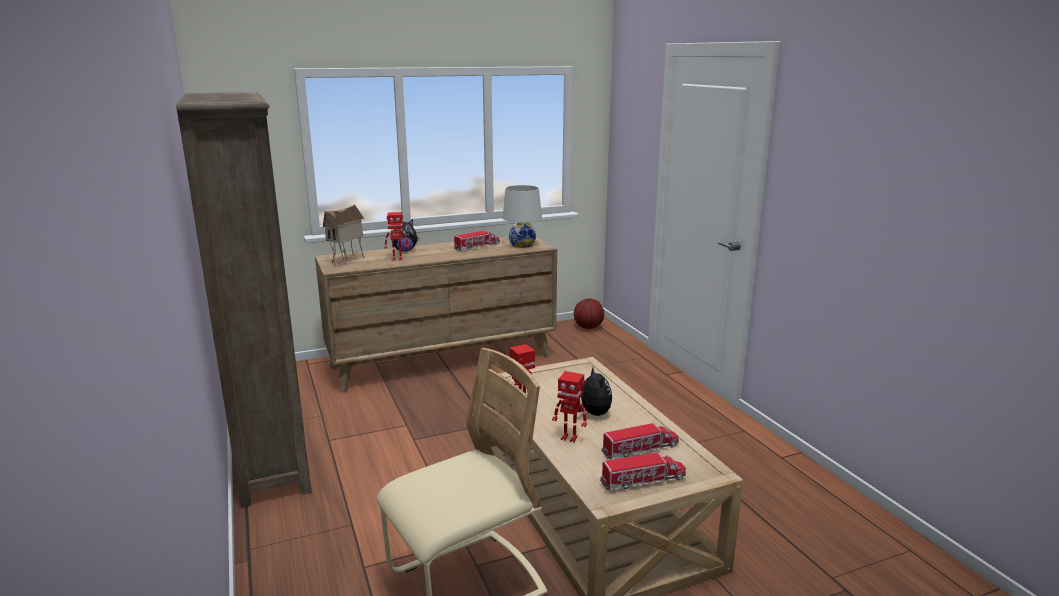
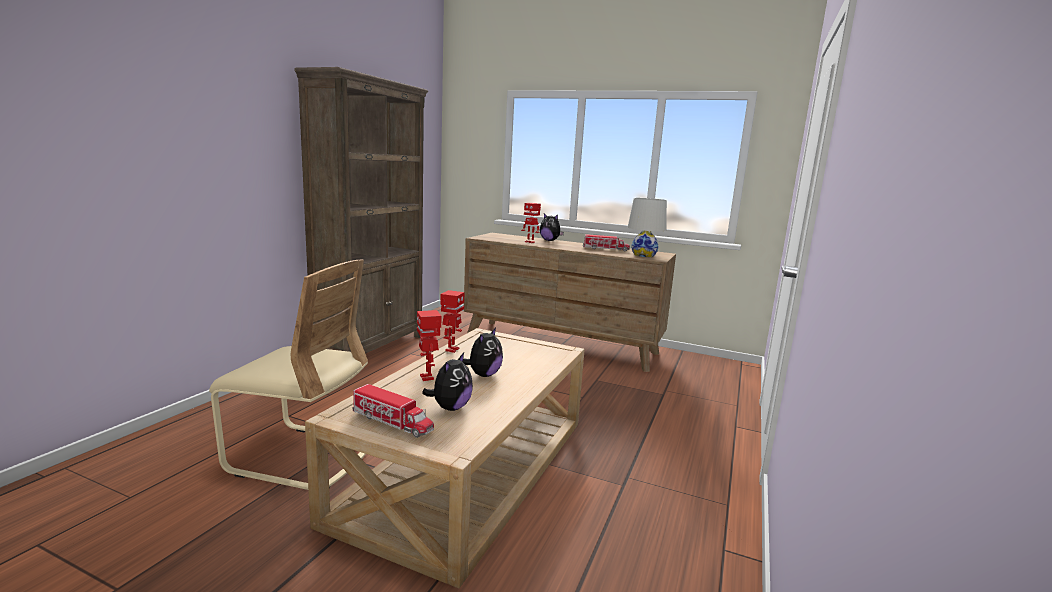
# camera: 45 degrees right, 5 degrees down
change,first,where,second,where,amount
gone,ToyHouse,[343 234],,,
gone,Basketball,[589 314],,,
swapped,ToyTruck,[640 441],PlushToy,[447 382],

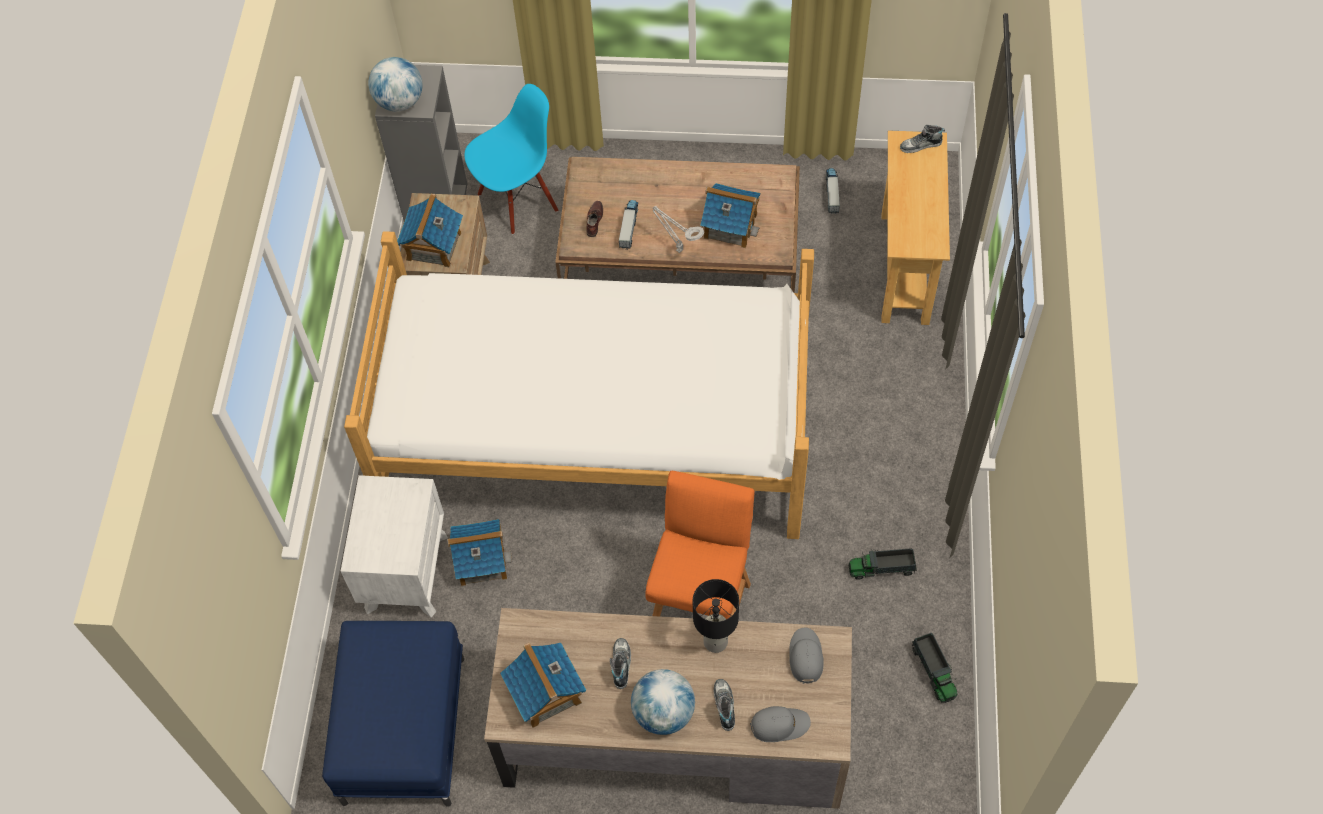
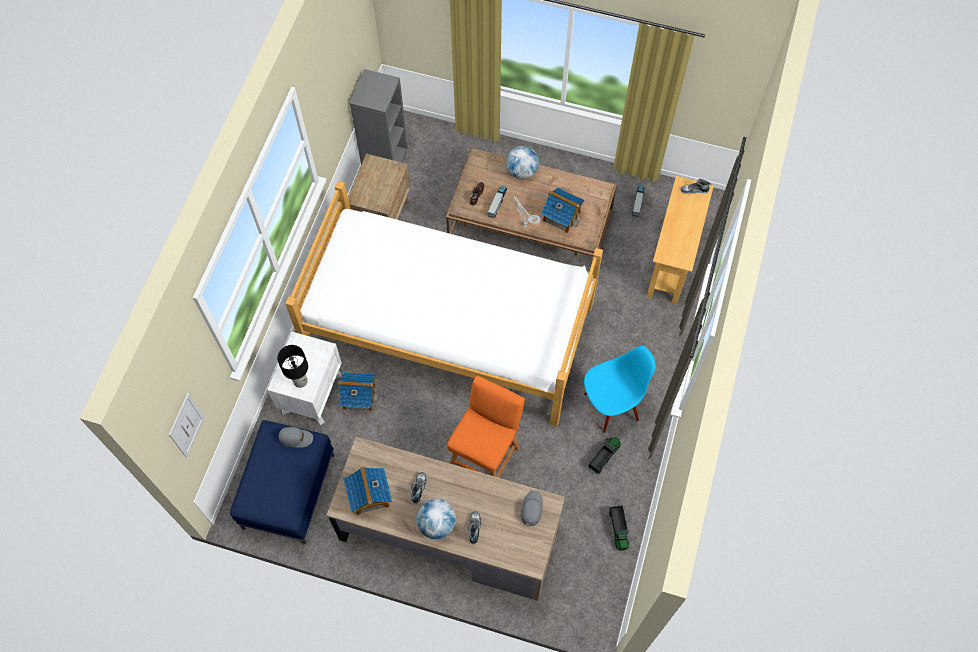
# camera: 10 degrees right, 5 degrees up
change,first,where,second,where,amount
gone,ToyHouse,[430 230],,,
new,,,Picture,[187 425],
shifted,Globe,[395 84],,[522 162],
shifted,BlueChair,[511 159],,[620 389],
shifted,BlackTableLamp,[716 616],,[292 366],
shifted,GreyCap,[780 724],,[296 437],
rotated,ToyTruck,[883 564],,[604 456],120 degrees clockwise

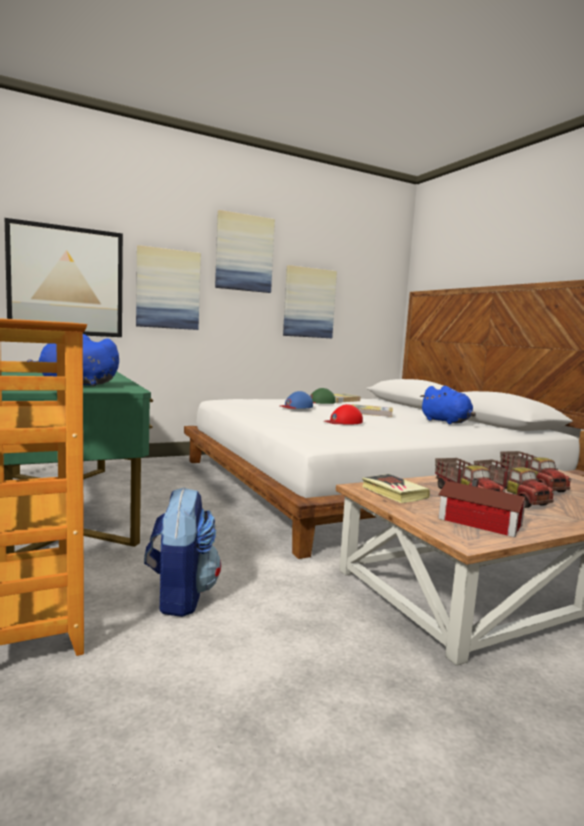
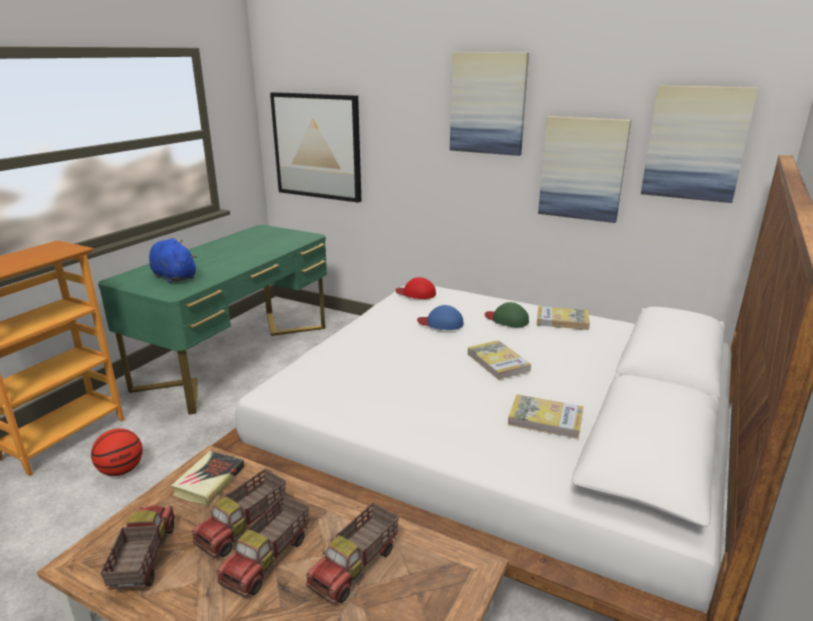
# camera: 55 degrees right, 15 degrees up
change,first,where,second,where,amount
shifted,Picture,[168 287],,[699 144],
shifted,RedCap,[343 414],,[415 288],
swapped,Backpack,[182 552],Basketball,[117 452],
swapped,BluePlushToy,[448 405],Book,[545 416],
swapped,ToyHouse,[483 508],ToyTruck,[137 548],

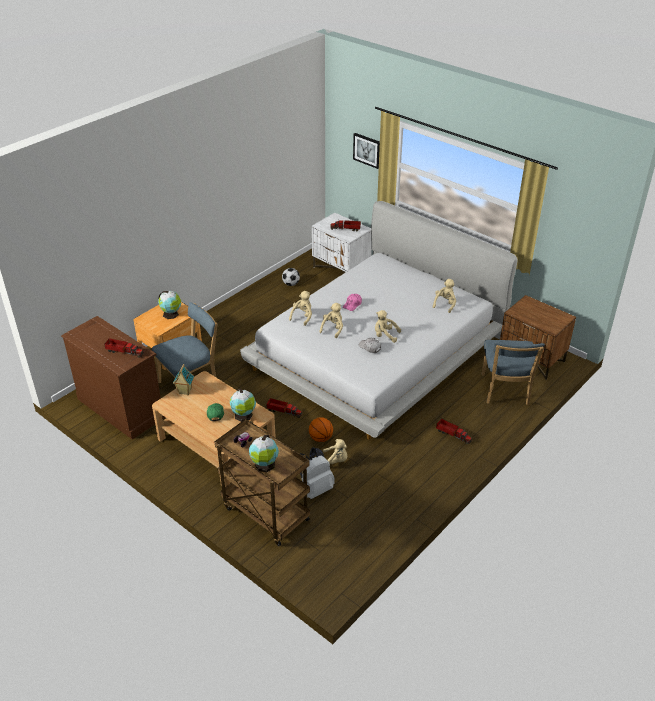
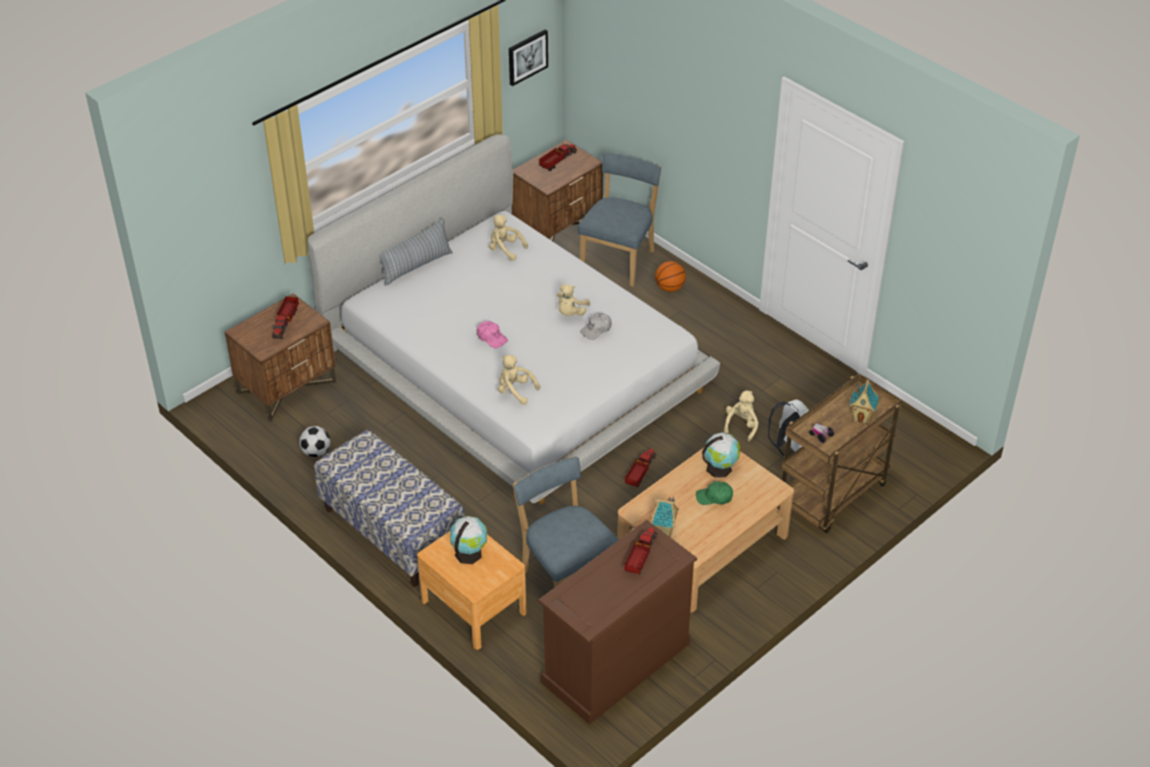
# camera: 85 degrees left, 5 degrees up
change,first,where,second,where,amount
gone,BeigePlushToy,[331 320],,,
new,,,Bench,[389 508],
new,,,Pillow,[416 252],
shifted,Basketball,[321 429],,[670 276],
shifted,Picture,[366 151],,[528 58],
shifted,ToyTruck,[454 431],,[558 157],
swapped,Globe,[264 453],ToyHouse,[864 402],
repainted,WhiteNightstand,[342 243],BrownNightstand,[280 357],
rotated,BlueChair,[513 372],,[619 220],75 degrees counterclockwise

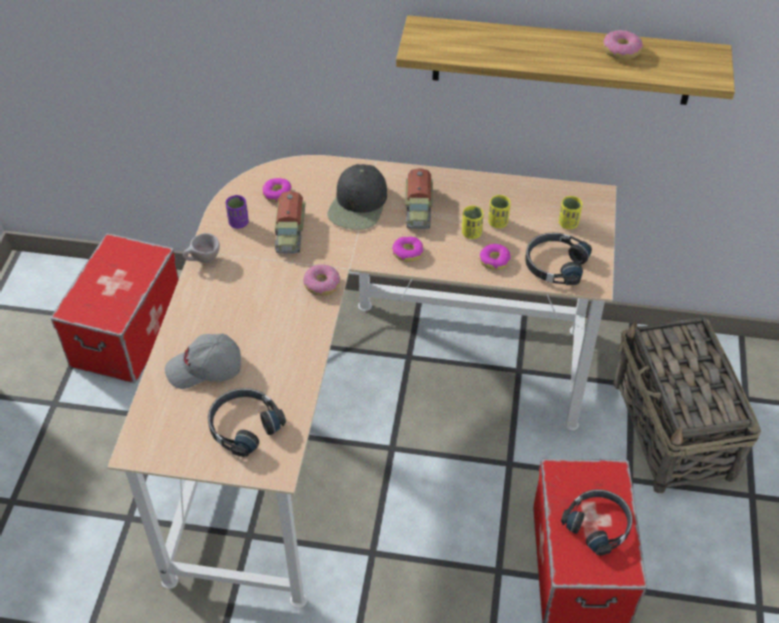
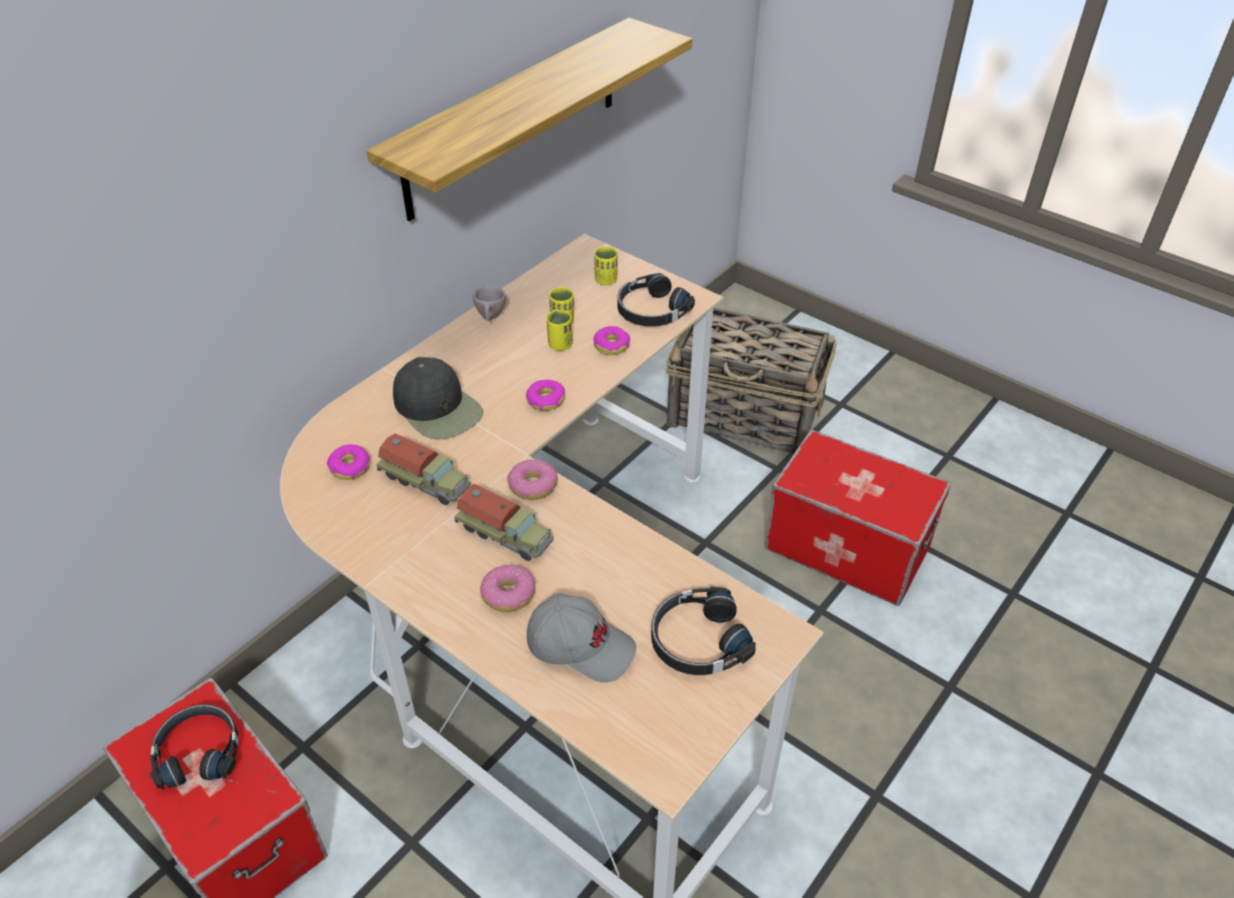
# camera: 60 degrees left, 5 degrees down
change,first,where,second,where,amount
gone,PurpleCup,[237 211],,,
shifted,BeigeCup,[201 248],,[489 303],
shifted,ToyTruck,[419 198],,[504 522],
shifted,BlackHeadphones,[597 522],,[194 747],
shifted,Donut,[623 45],,[508 588],
rotated,GreyCap,[203 361],,[581 638],90 degrees counterclockwise

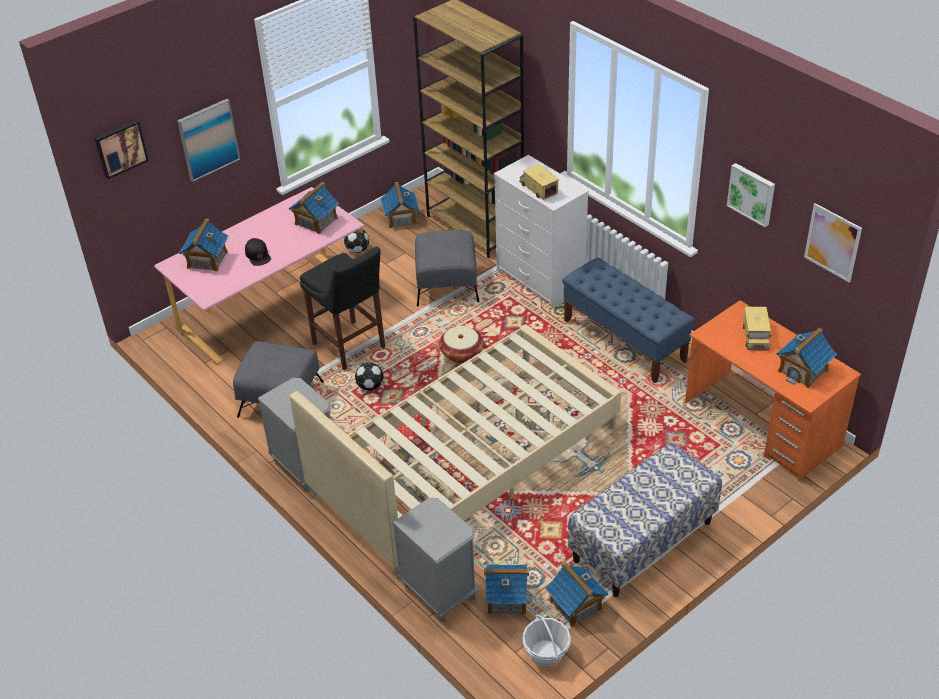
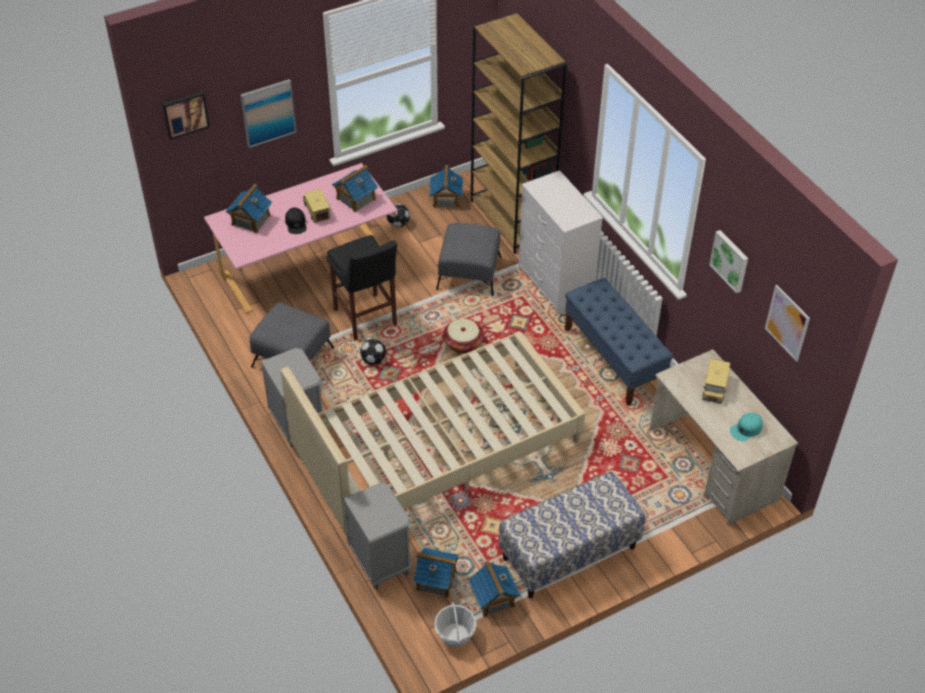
# camera: 10 degrees right, 5 degrees up
change,first,where,second,where,amount
shifted,ToyTruck,[539 182],,[316 206],
swapped,ToyHouse,[806 358],TurquoiseCap,[746 427],
repainted,OrangeDesk,[773 390],BeigeDesk,[724 437],

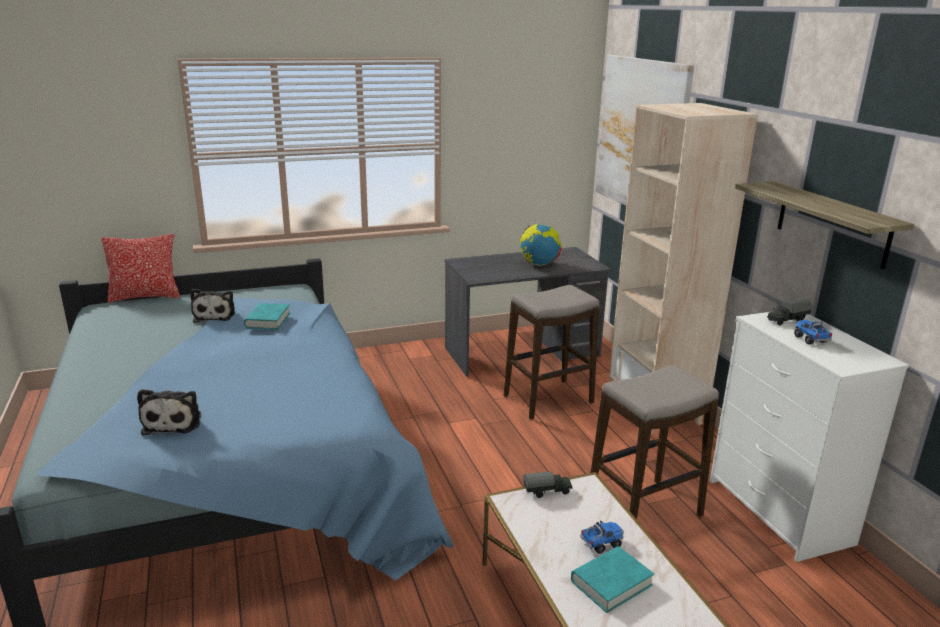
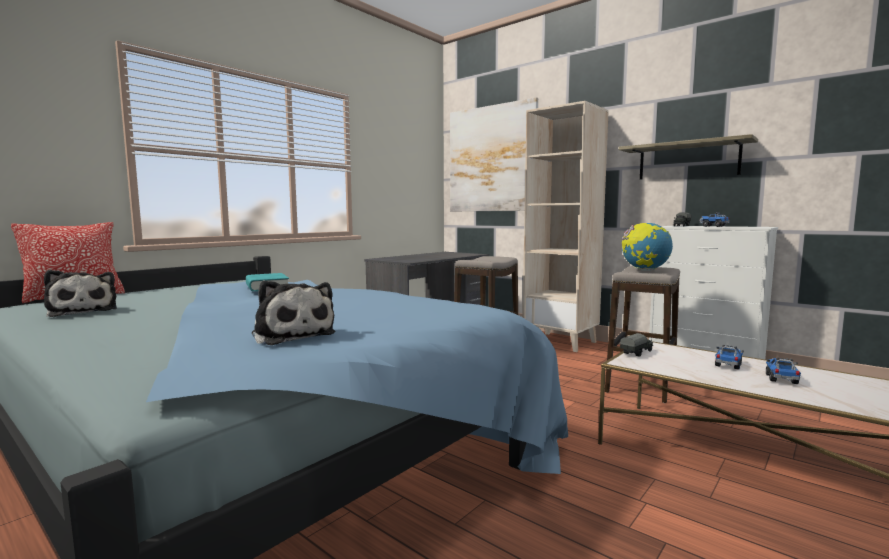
# camera: 30 degrees left, 15 degrees down
change,first,where,second,where,amount
shifted,PlushToy,[212 306],,[80 293],
shifted,Globe,[540 245],,[647 247],
swapped,TurquoiseBook,[612 579],ToyTruck,[783 370],

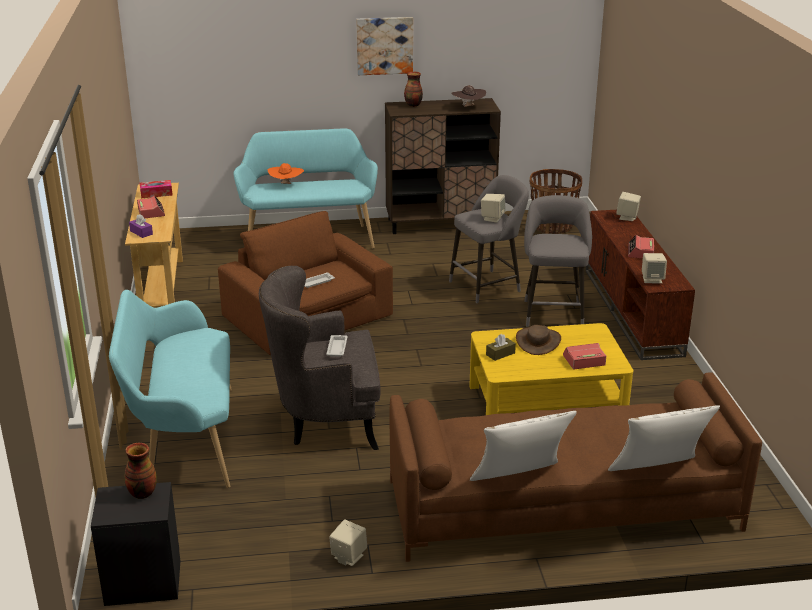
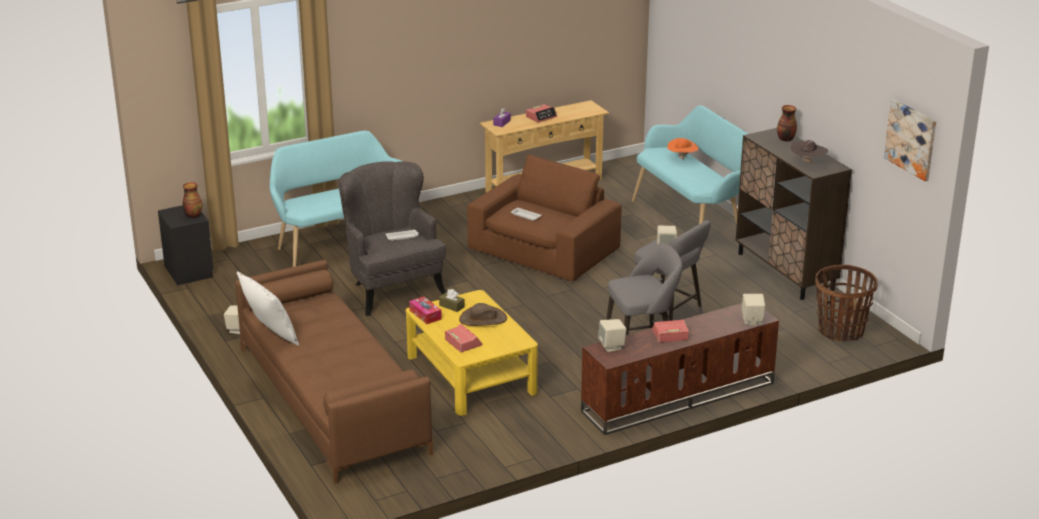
# camera: 70 degrees right, 0 degrees up
change,first,where,second,where,amount
gone,WhitePillow,[664 438],,,
shifted,TissueBox,[156 189],,[425 310],
shifted,Picture,[384 46],,[910 140],

